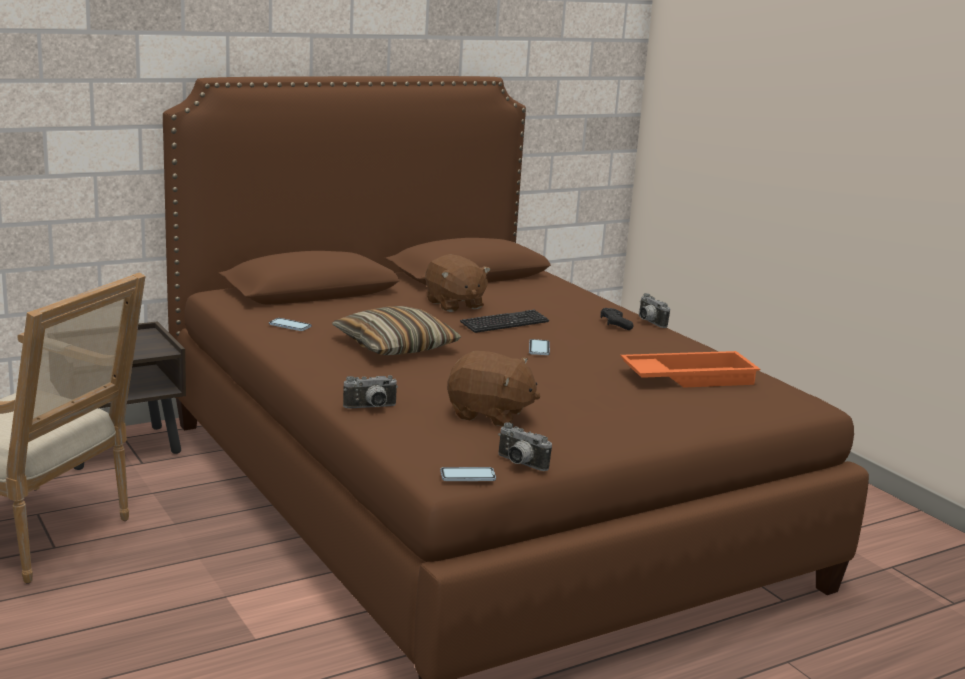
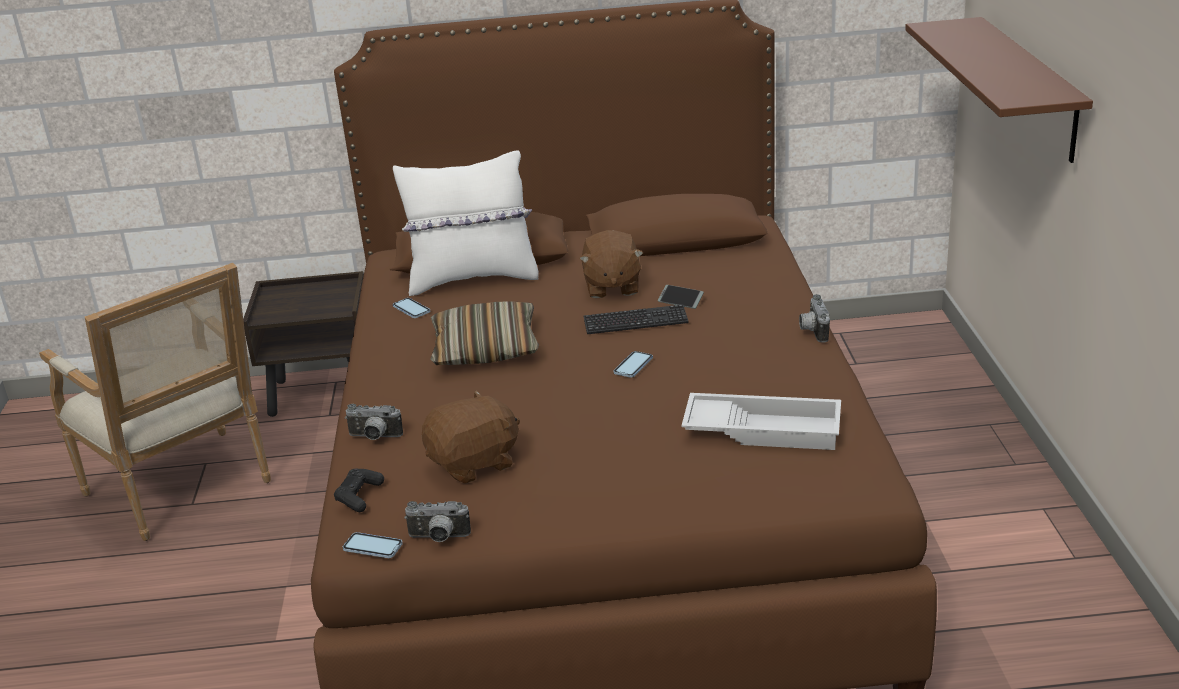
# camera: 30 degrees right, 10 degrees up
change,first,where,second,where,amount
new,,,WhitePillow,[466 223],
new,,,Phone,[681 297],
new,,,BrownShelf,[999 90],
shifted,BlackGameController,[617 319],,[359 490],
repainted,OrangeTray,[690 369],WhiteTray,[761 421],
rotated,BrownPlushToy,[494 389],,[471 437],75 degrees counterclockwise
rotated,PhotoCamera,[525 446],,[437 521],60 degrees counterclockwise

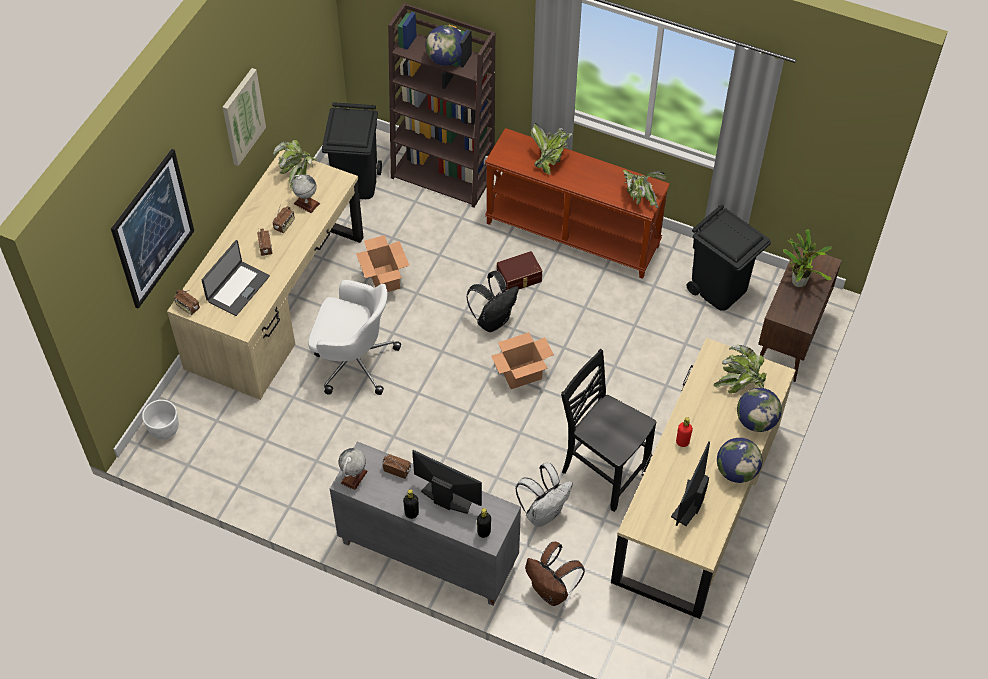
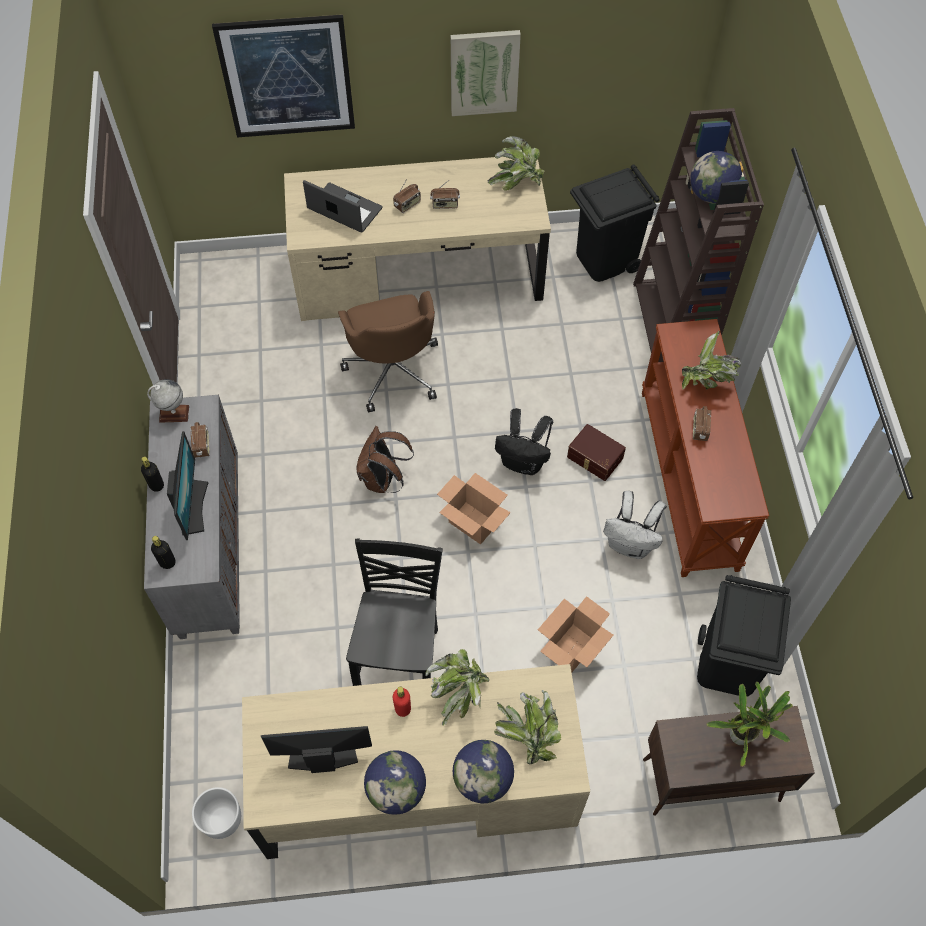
# camera: 60 degrees right, 5 degrees up
change,first,where,second,where,amount
gone,Globe,[306 193],,,
shifted,WhitePlanter,[160 420],,[216 813],
shifted,Radio,[187 302],,[702 423],
shifted,CardboardBox,[382 263],,[575 634],
shifted,WhiteBackpack,[544 495],,[635 525],
shifted,BrownBackpack,[555 574],,[385 459],
shifted,PottedPlant,[644 189],,[457 687],
repainted,WhiteOfficeChair,[354 337],BrownOfficeChair,[388 352],
rotated,Laptop,[236 278],,[343 206],150 degrees counterclockwise

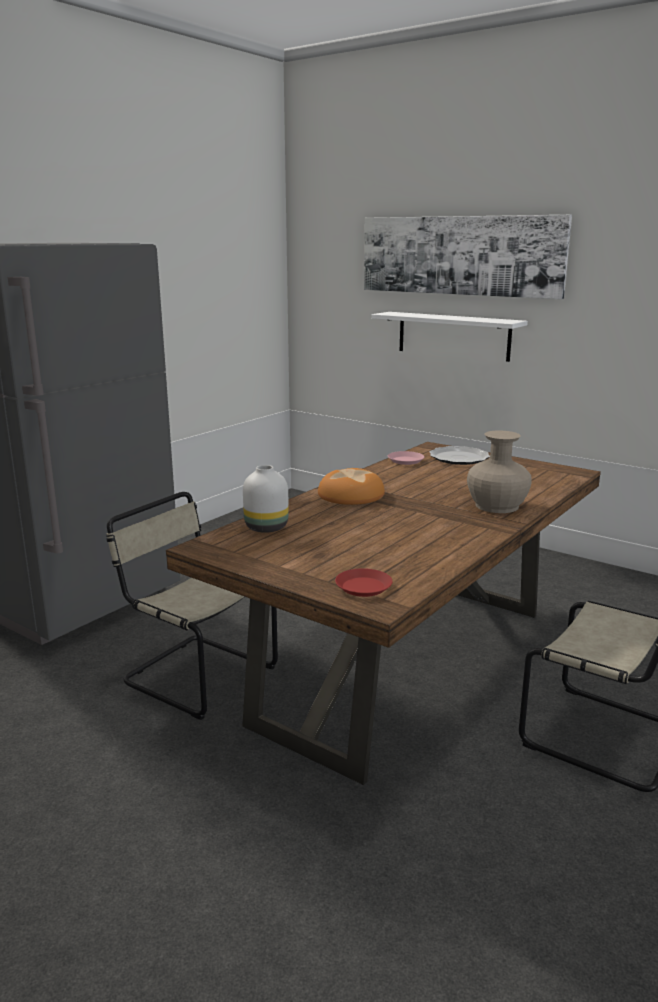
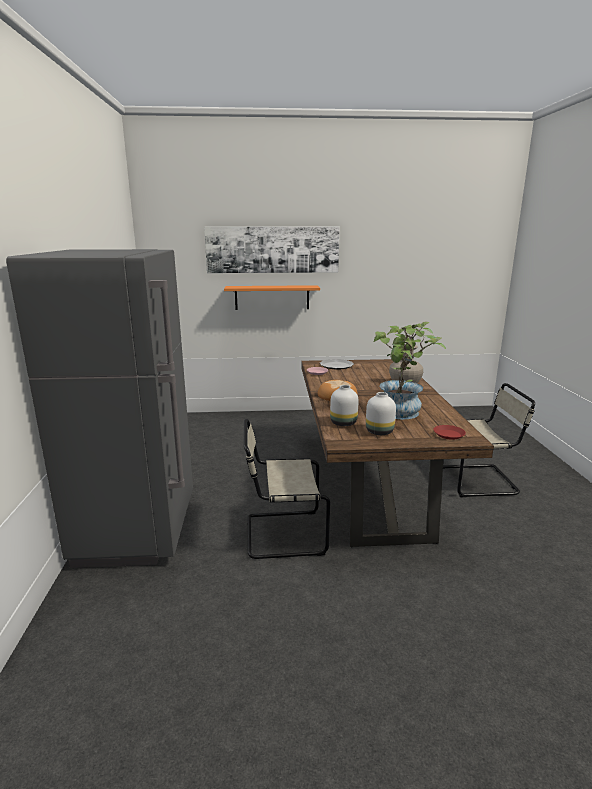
# camera: 40 degrees left, 0 degrees up
change,first,where,second,where,amount
new,,,WhiteVase,[381 413],
new,,,PottedPlant,[409 370],
repainted,WhiteShelf,[449 337],OrangeShelf,[272 297],

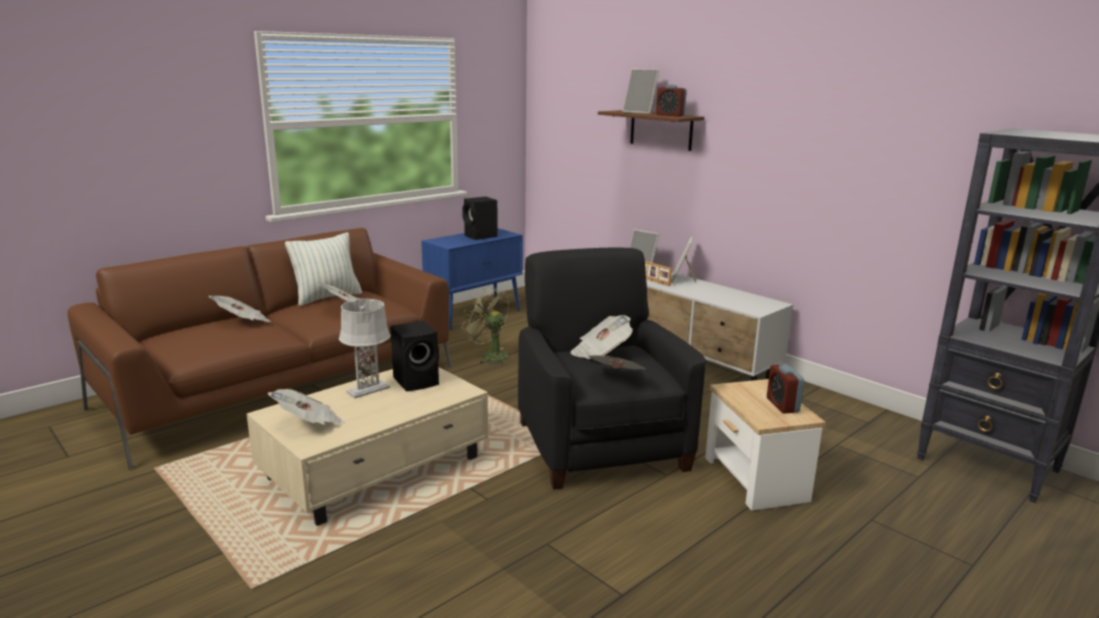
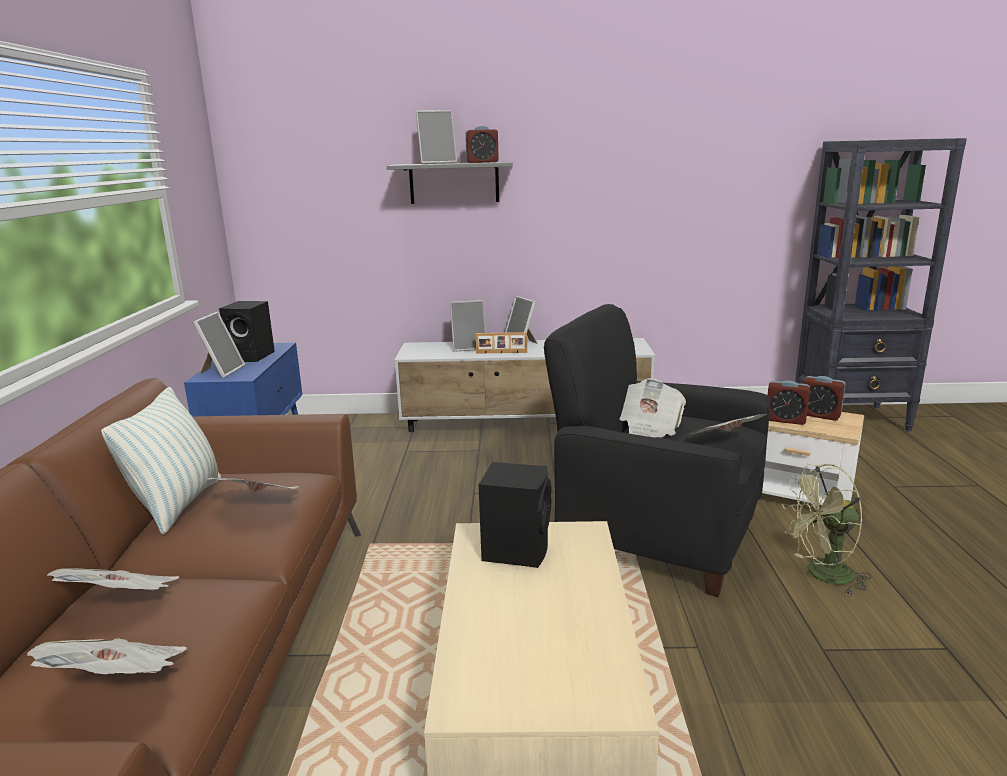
# camera: 45 degrees left, 0 degrees up
change,first,where,second,where,amount
gone,GreyTableLamp,[365 348],,,
new,,,PictureFrame,[219 345],
new,,,AlarmClock,[789 402],
shifted,Newspaper,[306 407],,[107 656],
shifted,GreenFan,[485 326],,[826 530],
repainted,BrownShelf,[651 130],GreyShelf,[450 183],

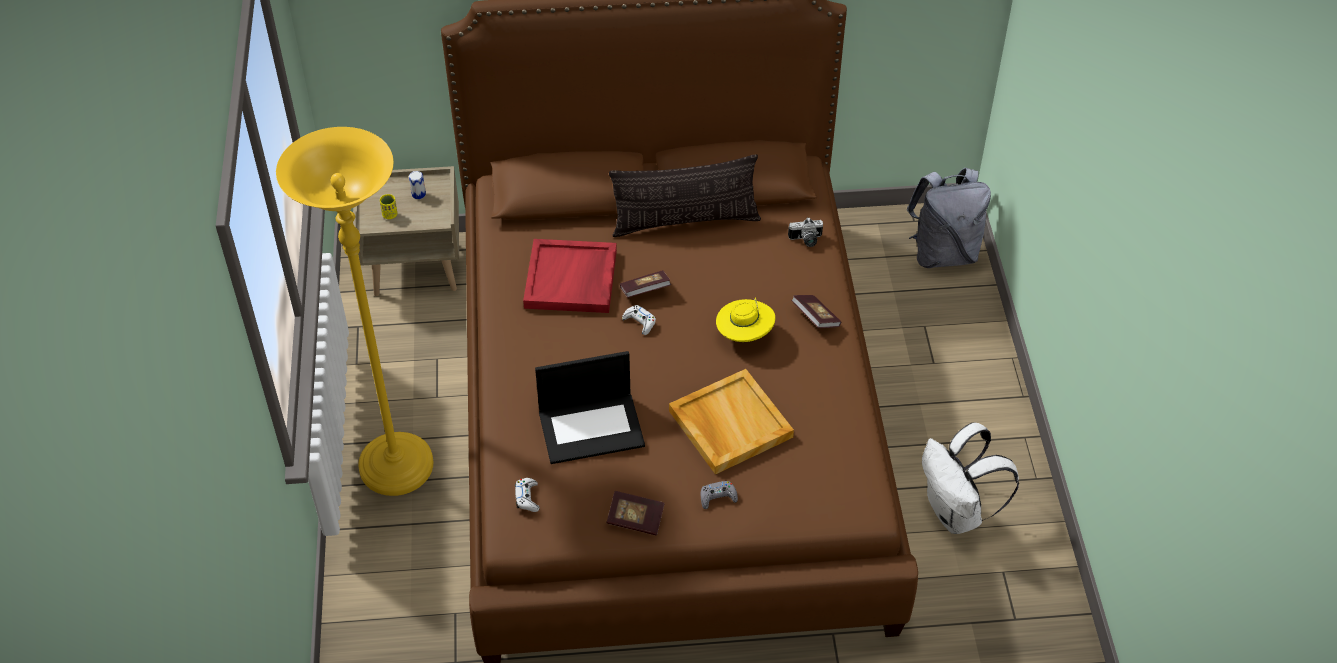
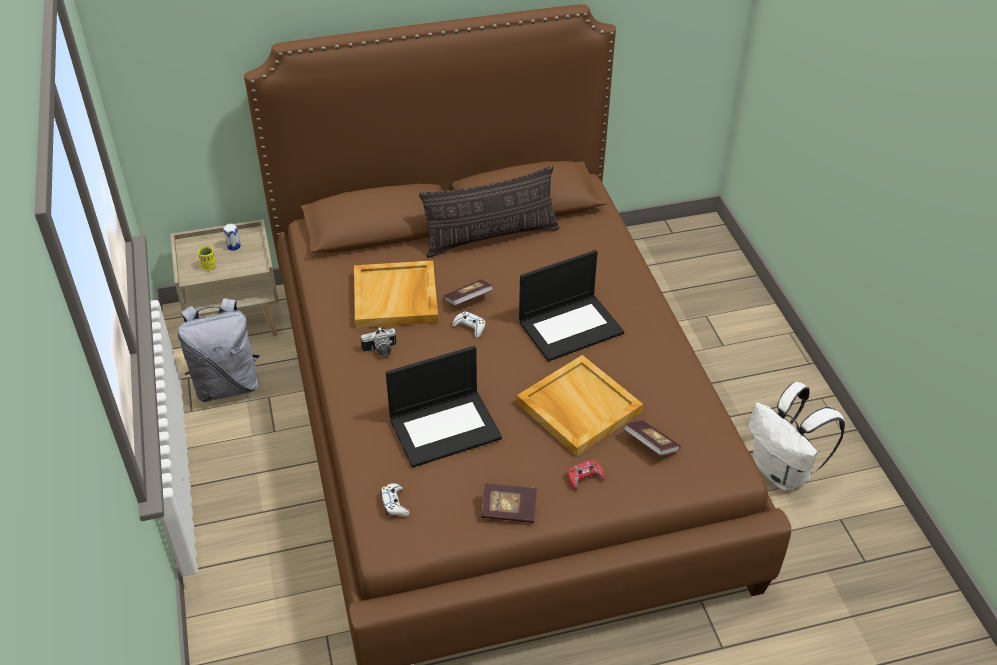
# camera: 10 degrees left, 5 degrees down
change,first,where,second,where,amount
gone,YellowFloorLamp,[354 311],,,
shifted,PhotoCamera,[805 232],,[378 342],
shifted,Book,[816 311],,[652 438],
shifted,GreyBackpack,[949 218],,[218 350],
swapped,YellowHat,[745 319],Laptop,[571 305],
repainted,RedTray,[570 276],BeigeTray,[396 294],
repainted,GreyGameController,[719 495],RedGameController,[586 475],

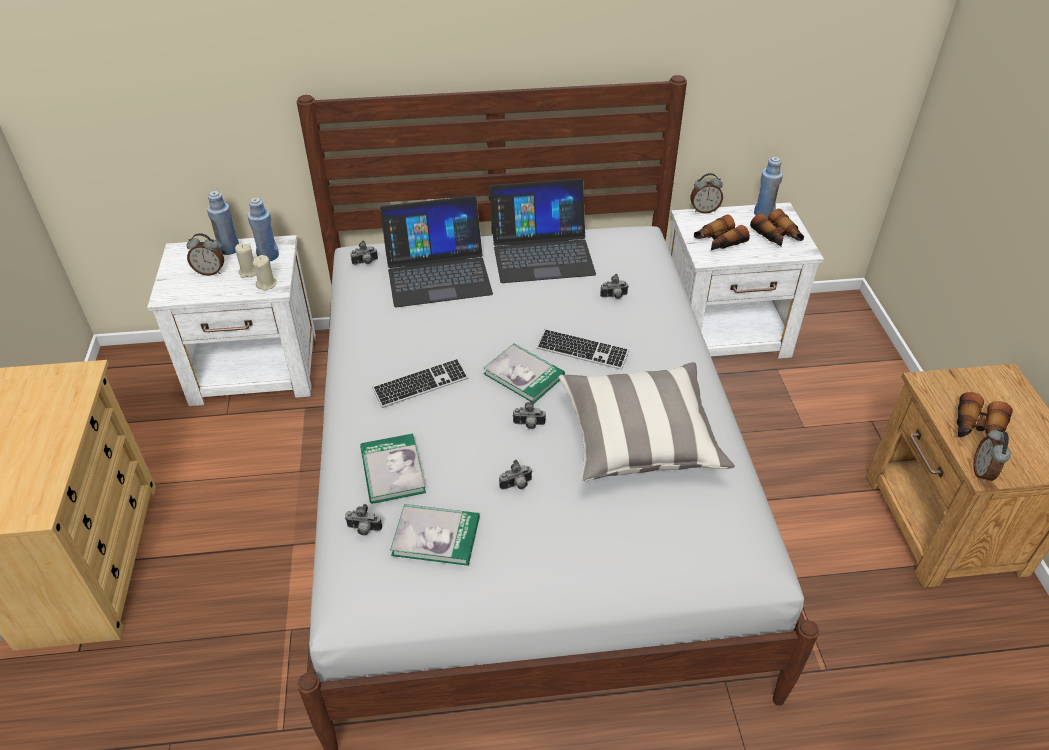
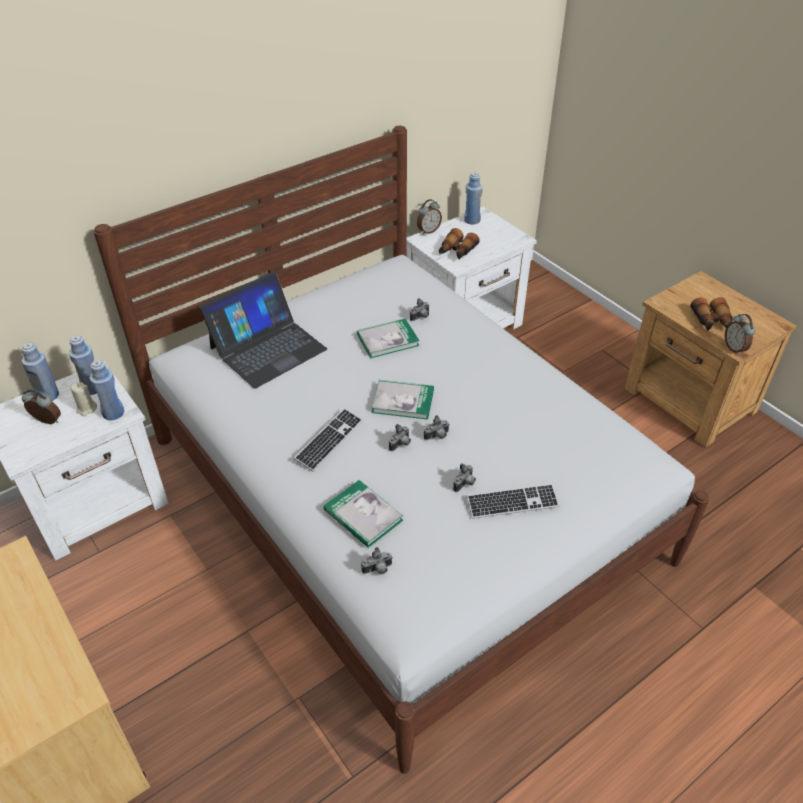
# camera: 30 degrees left, 0 degrees up
change,first,where,second,where,amount
gone,Laptop,[543 231],,,
gone,Pillow,[647 422],,,
gone,Binoculars,[777 228],,,
shifted,PhotoCamera,[364 253],,[400 437],
shifted,Book,[434 535],,[388 338],
shifted,Keyboard,[583 349],,[513 501],
swapped,BeigeCandle,[265 273],BlueBottle,[106 390],
rotated,AlarmClock,[205 254],,[41 406],135 degrees counterclockwise

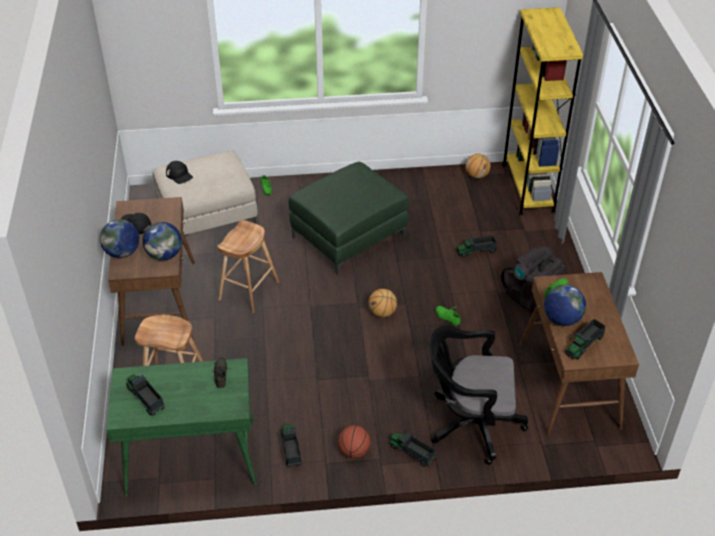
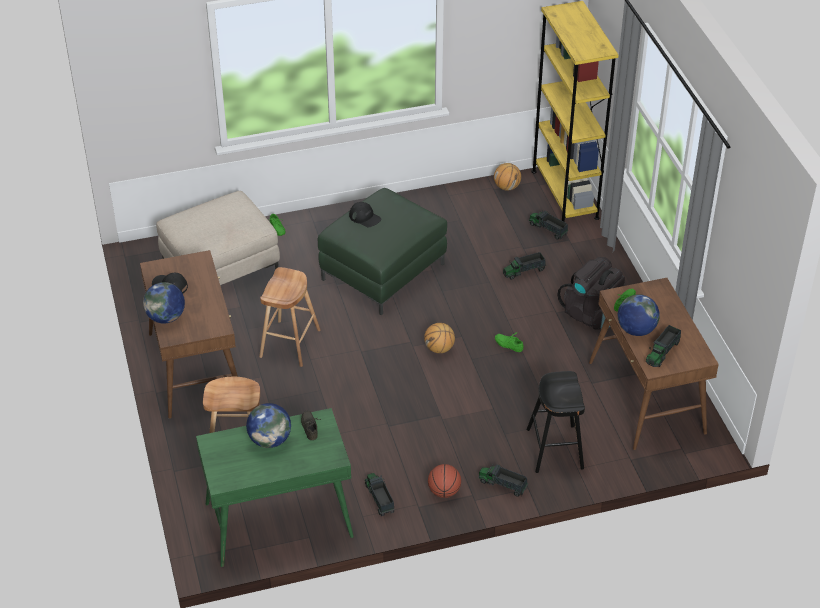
# camera: 10 degrees left, 0 degrees up
change,first,where,second,where,amount
shifted,ToyTruck,[145 395],,[548 225],
shifted,Globe,[162 241],,[268 425],
shifted,BlackCap,[179 172],,[365 214],
swapped,BlackOfficeChair,[478 395],BlackStool,[555 422],

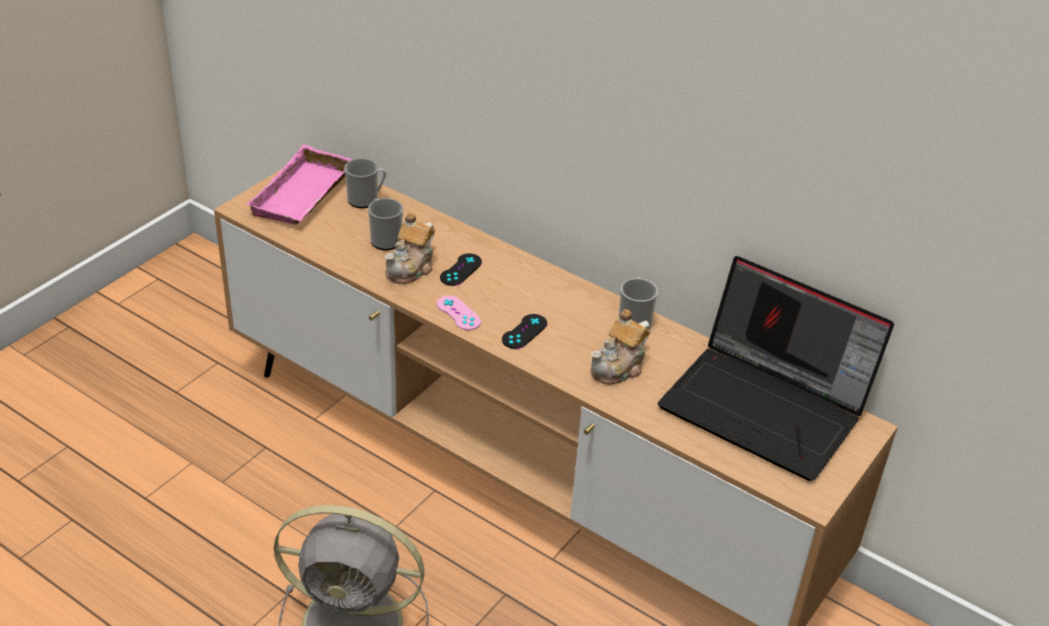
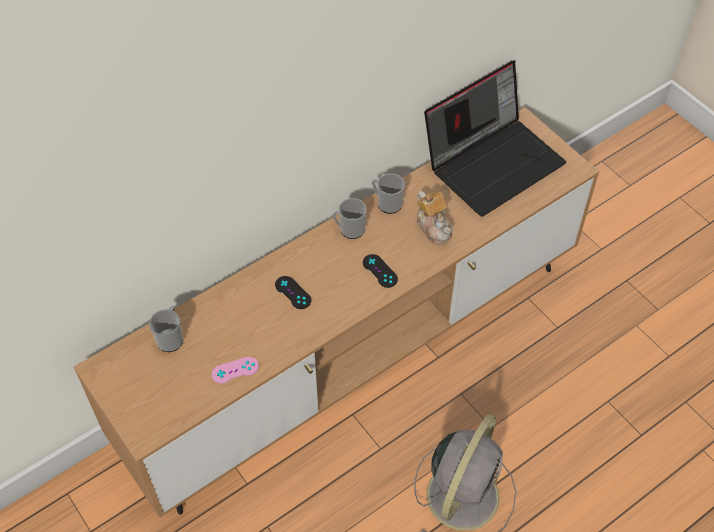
# camera: 70 degrees left, 15 degrees up
change,first,where,second,where,amount
gone,PinkTray,[299 185],,,
gone,Teapot,[410 248],,,
shifted,Mug,[385 224],,[349 218],
shifted,PinkGameController,[459 312],,[235 370],

